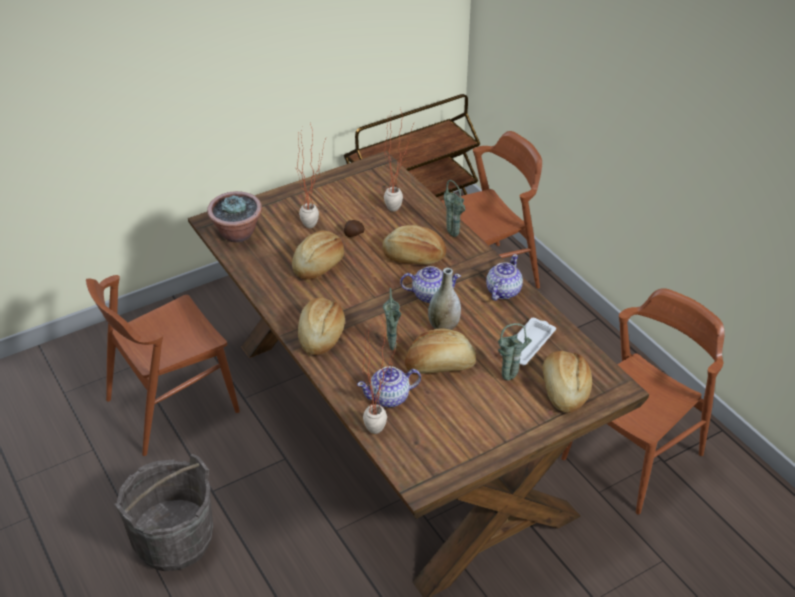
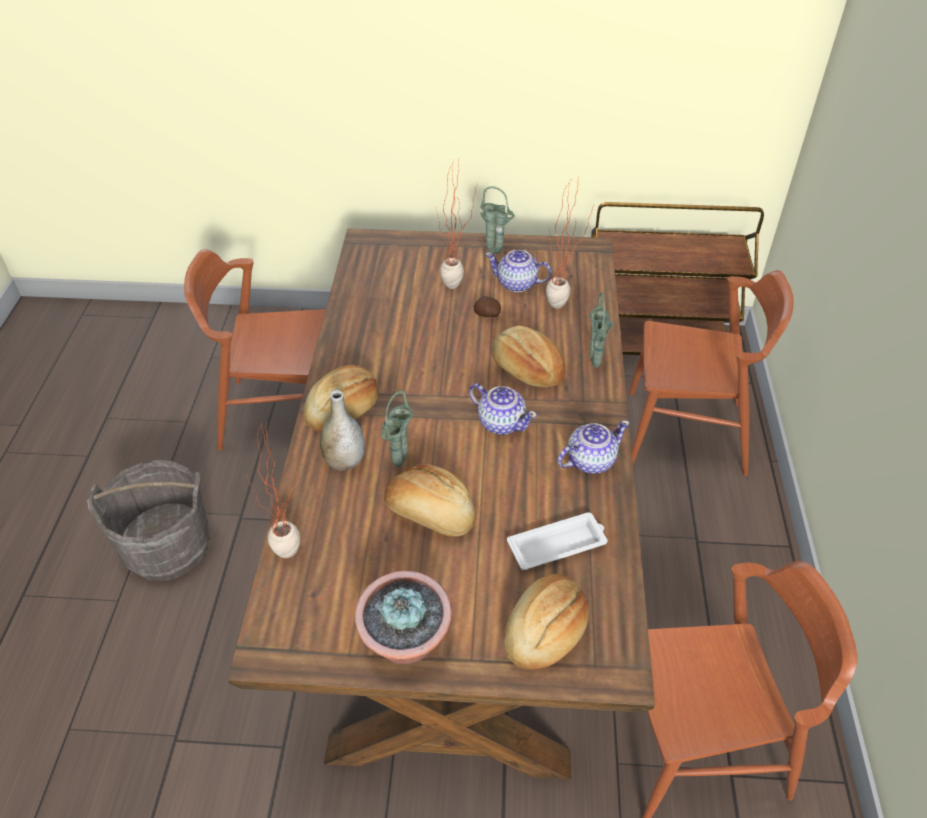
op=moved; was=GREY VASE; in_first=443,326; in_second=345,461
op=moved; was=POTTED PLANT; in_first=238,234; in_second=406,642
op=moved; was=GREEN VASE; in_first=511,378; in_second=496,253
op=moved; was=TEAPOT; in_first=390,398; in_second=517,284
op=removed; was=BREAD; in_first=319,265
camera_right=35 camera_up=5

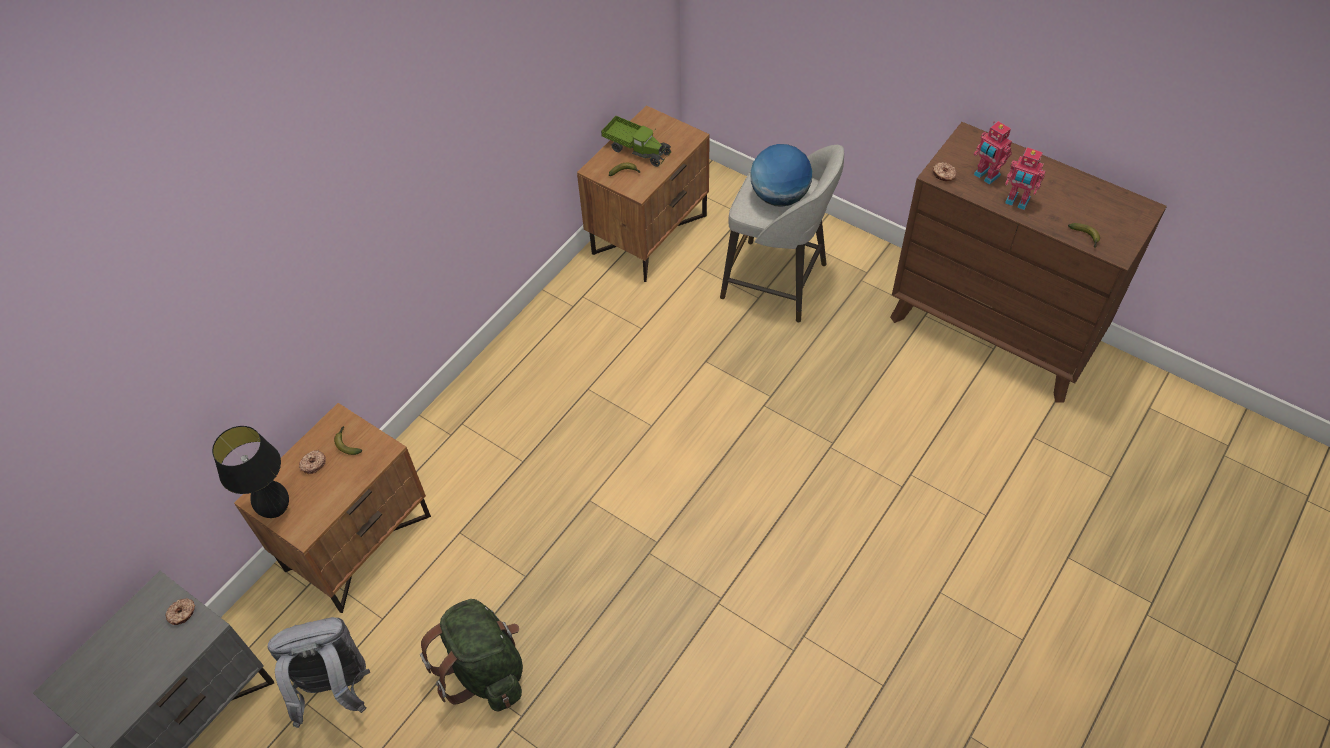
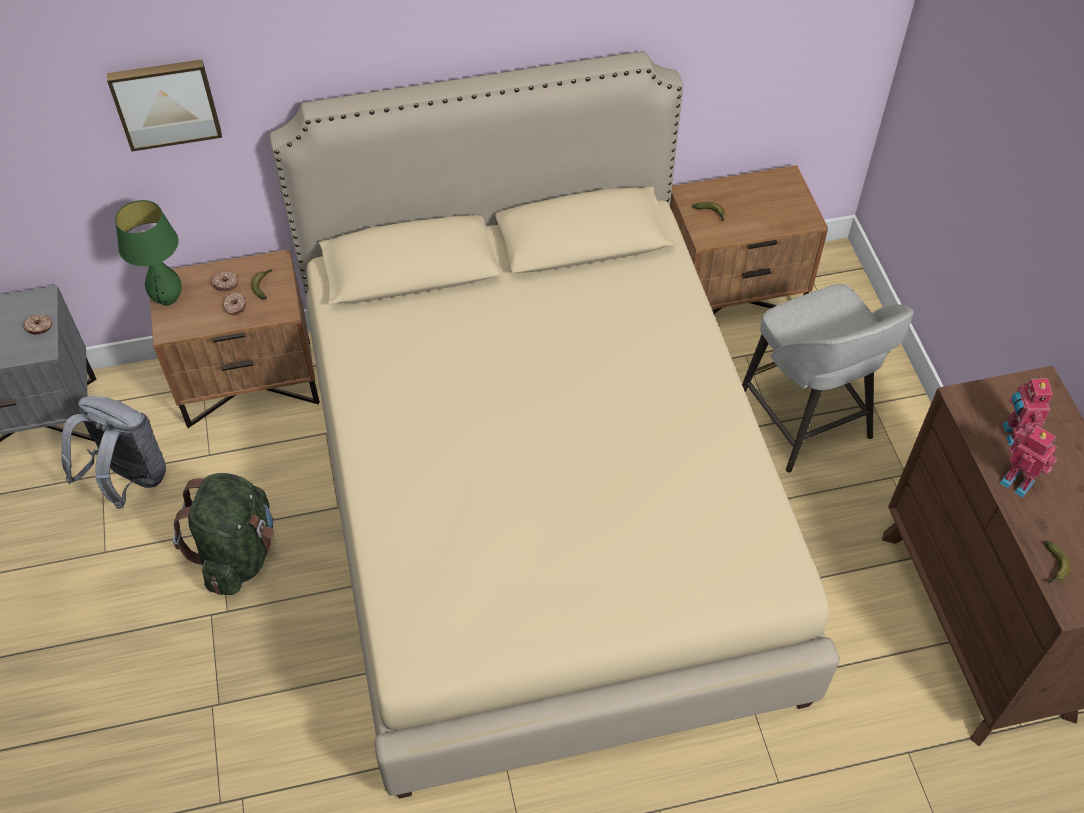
op=added; now=PICTURE; in_second=165,102
op=recoloured; was=BLACK TABLE LAMP; now=GREEN TABLE LAMP; in_first=276,510; in_second=168,299
op=moved; was=DONUT; in_first=943,175; in_second=235,306
op=added; now=BEIGE BED; in_second=541,505
op=turned; was=TOY ROBOT; in_first=1017,202; in_second=1018,481; clockwise=150
op=removed; was=TOY TRUCK; in_first=637,149
op=removed; was=GLOBE; in_first=779,197
camera_right=40 camera_up=0

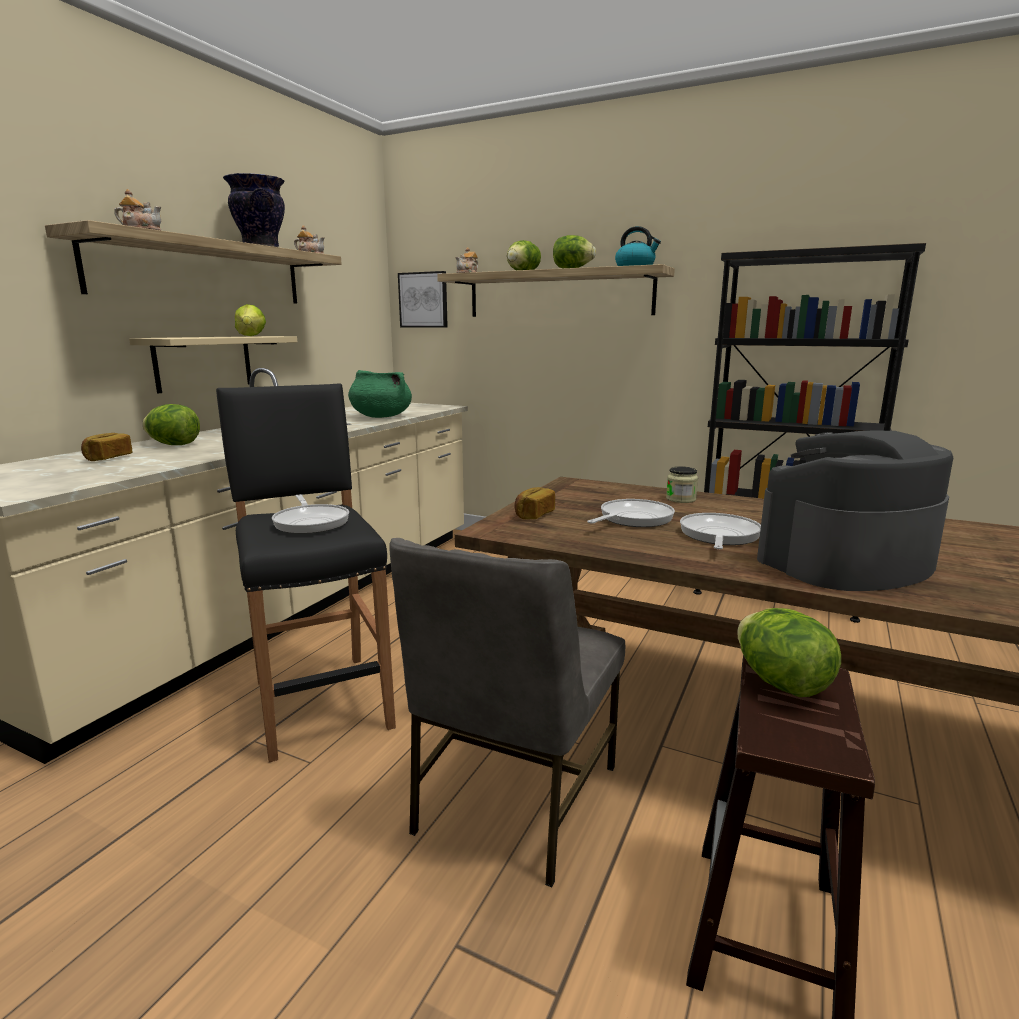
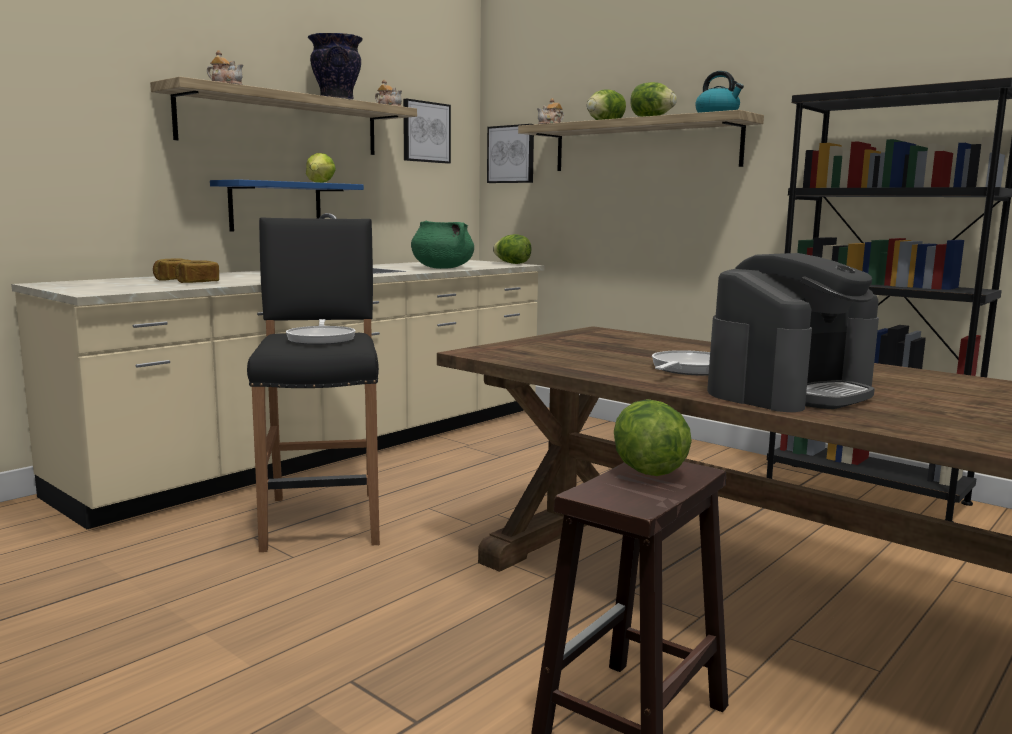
op=moved; was=BREAD; in_first=533,515; in_second=198,282
op=recoloured; was=BEIGE SHELF; now=BLUE SHELF; in_first=204,363; in_second=276,206
op=added; now=PICTURE; in_second=425,132
op=moved; was=LETTUCE; in_first=174,445; in_second=512,263
op=turned; was=COFFEE MACHINE; in_first=844,562; in_second=789,391; clockwise=150
op=removed; was=GREY CHAIR; in_first=512,799
op=removed; was=FRYING PAN; in_first=633,519
op=removed; was=JAR; in_first=681,499
camera_right=15 camera_up=-5

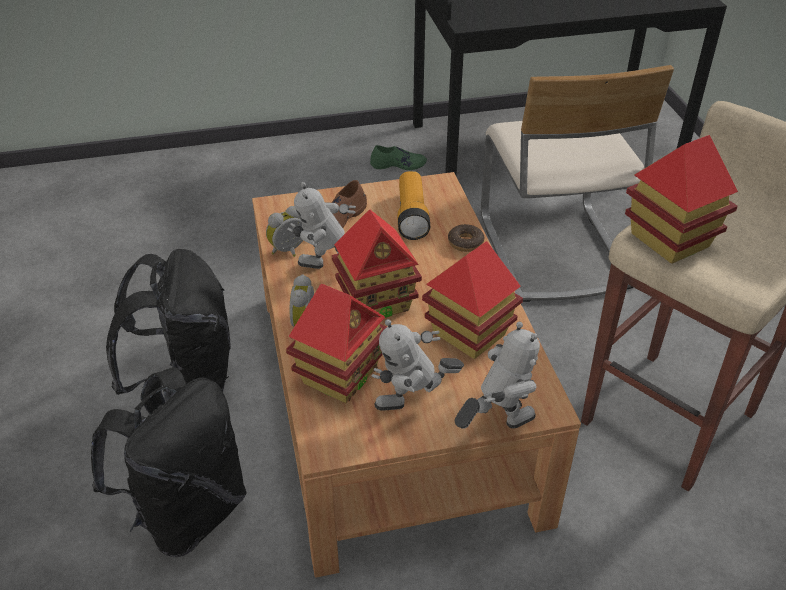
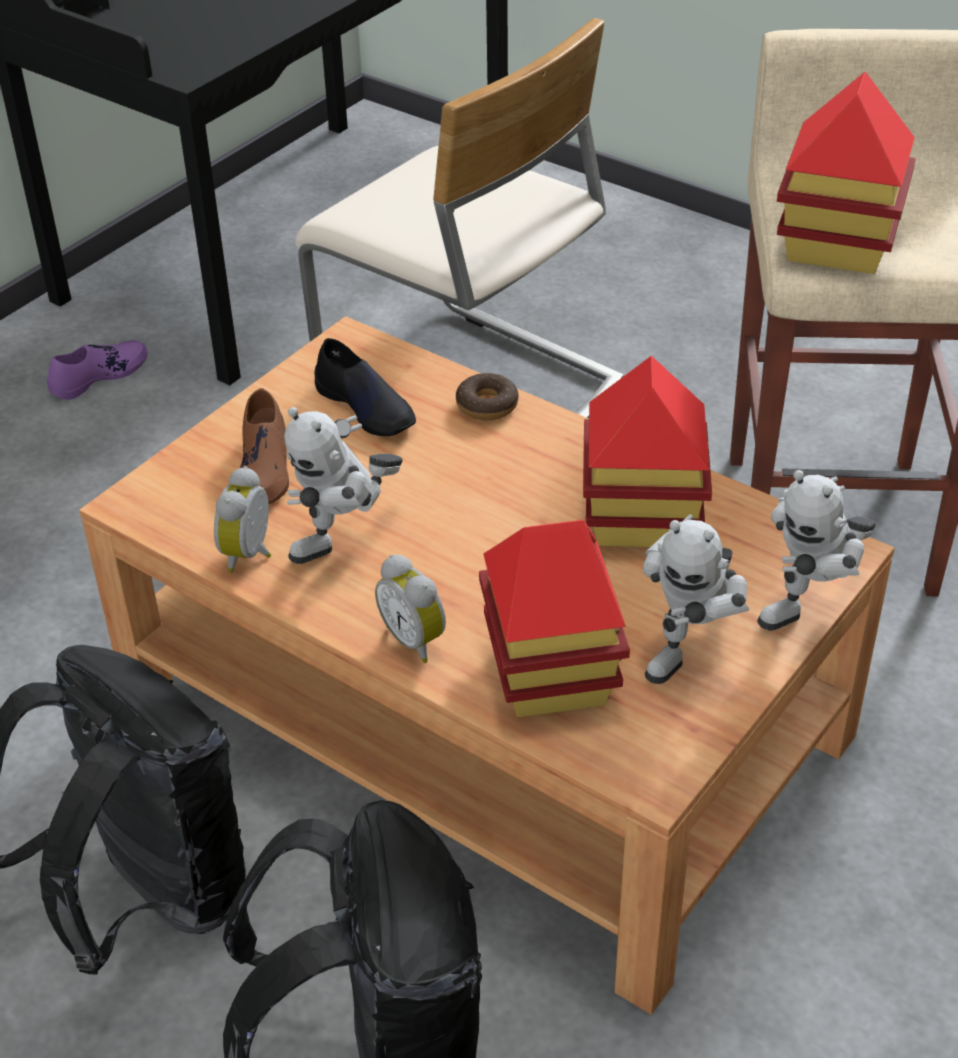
op=recoloured; was=GREEN SHOE; now=PURPLE SHOE; in_first=398,164; in_second=99,376
op=replaced; was=FLASHLIGHT; now=BLACK SHOE; in_first=412,216; in_second=366,407
op=turned; was=TOY ROBOT; in_first=496,425; in_second=812,610; clockwise=-150
op=removed; was=TOY HOUSE; in_first=376,302
camera_right=-40 camera_up=0

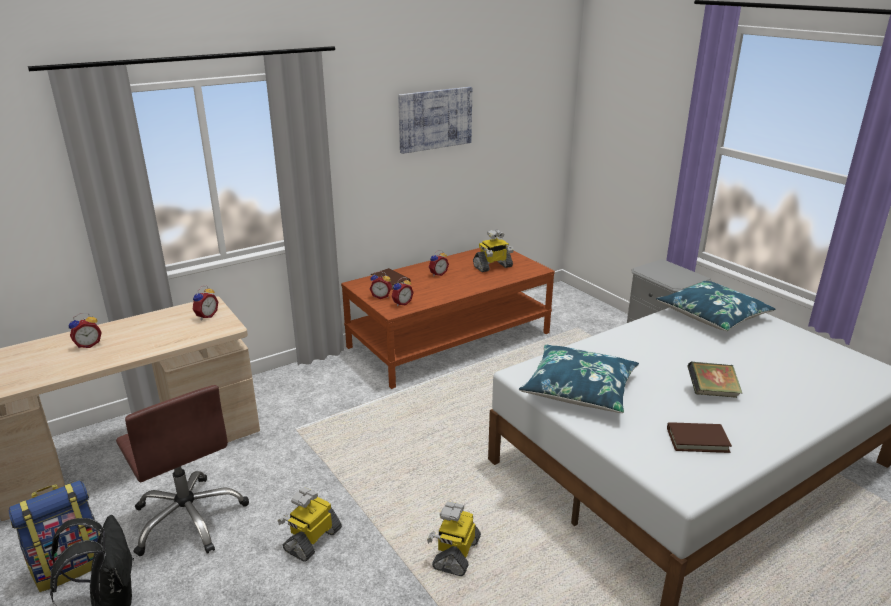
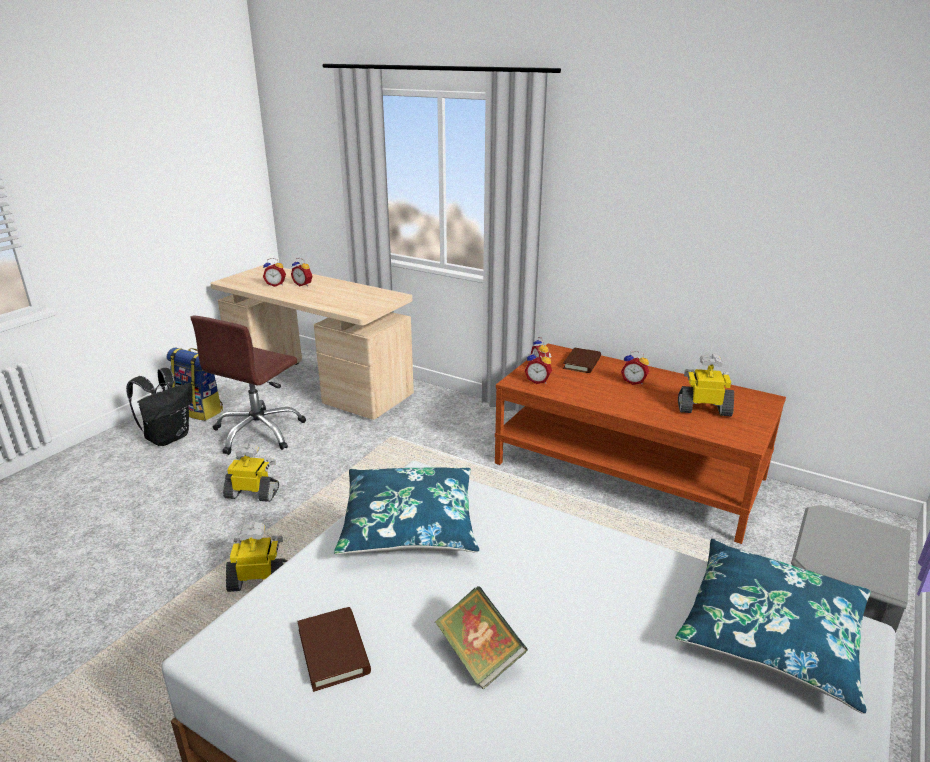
op=moved; was=ALARM CLOCK; in_first=206,316; in_second=276,285
op=turned; was=TOY ROBOT; in_first=493,267; in_second=704,409; clockwise=150
op=removed; was=PICTURE; in_first=435,119
camera_right=65 camera_up=0

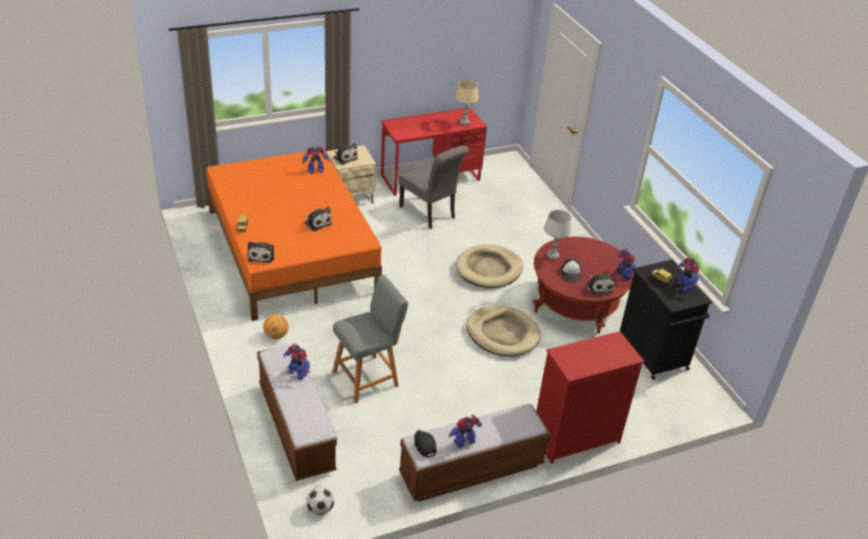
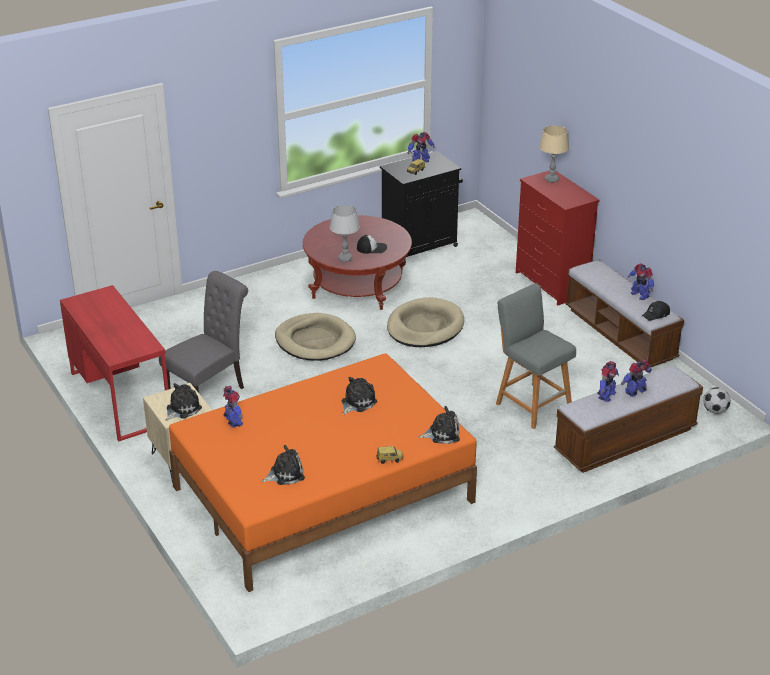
op=moved; was=PLUSH TOY; in_first=599,287; in_second=285,474
op=moved; was=BEIGE TABLE LAMP; in_first=464,123; in_second=551,179
op=moved; was=TOY ROBOT; in_first=623,275; in_second=636,392
op=removed; was=BASKETBALL; in_first=276,335
camera_right=-95 camera_up=-5

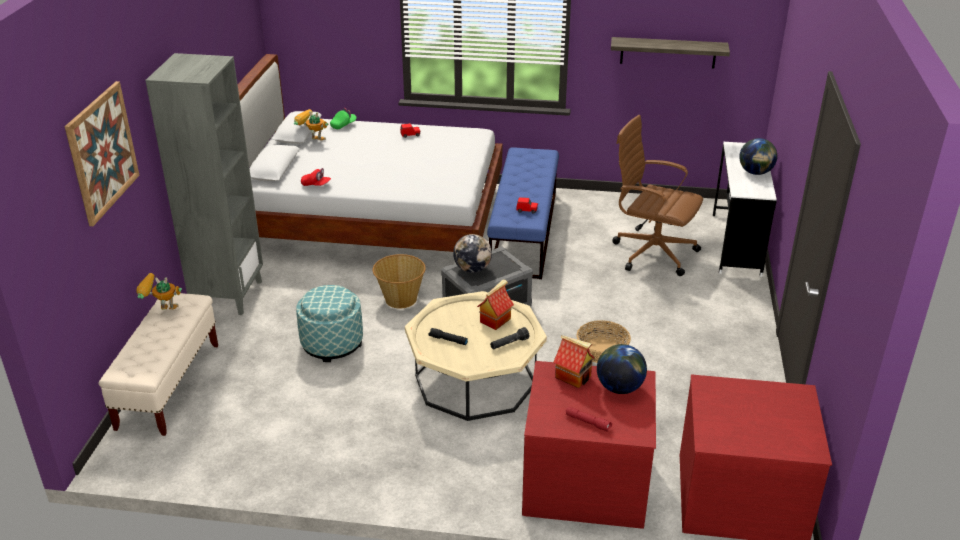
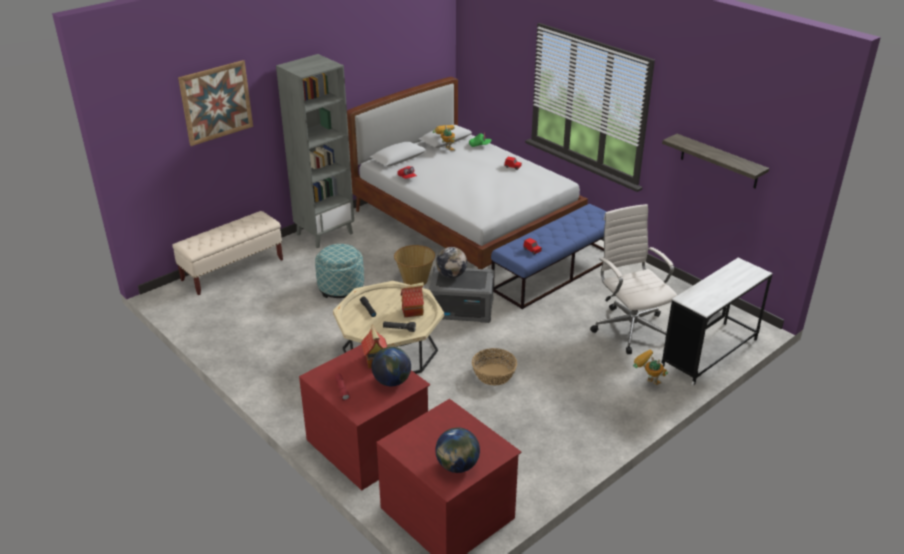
op=moved; was=GLOBE; in_first=755,172; in_second=457,466
op=recoloured; was=BROWN OFFICE CHAIR; now=WHITE OFFICE CHAIR; in_first=651,252; in_second=630,328
op=moved; was=TOY ROBOT; in_first=161,311; in_second=647,382
camera_right=40 camera_up=0

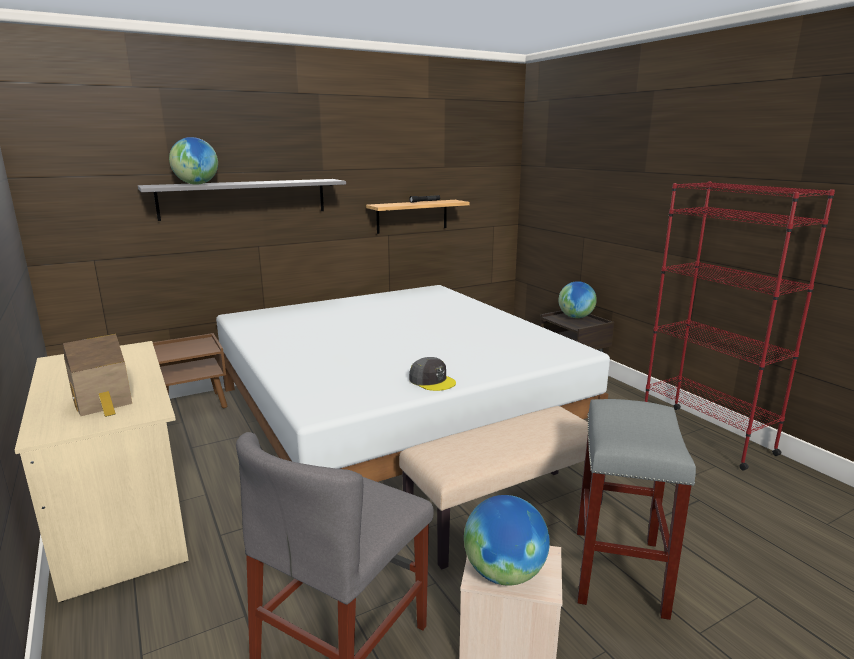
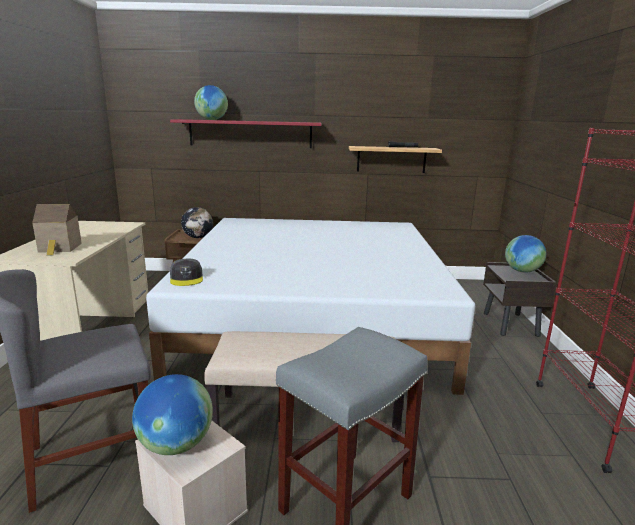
op=recoloured; was=GREY SHELF; now=RED SHELF; in_first=244,198; in_second=250,134
op=moved; was=GREY CAP; in_first=432,381; in_second=186,278
op=added; now=GLOBE; in_second=198,237
camera_right=30 camera_up=0

